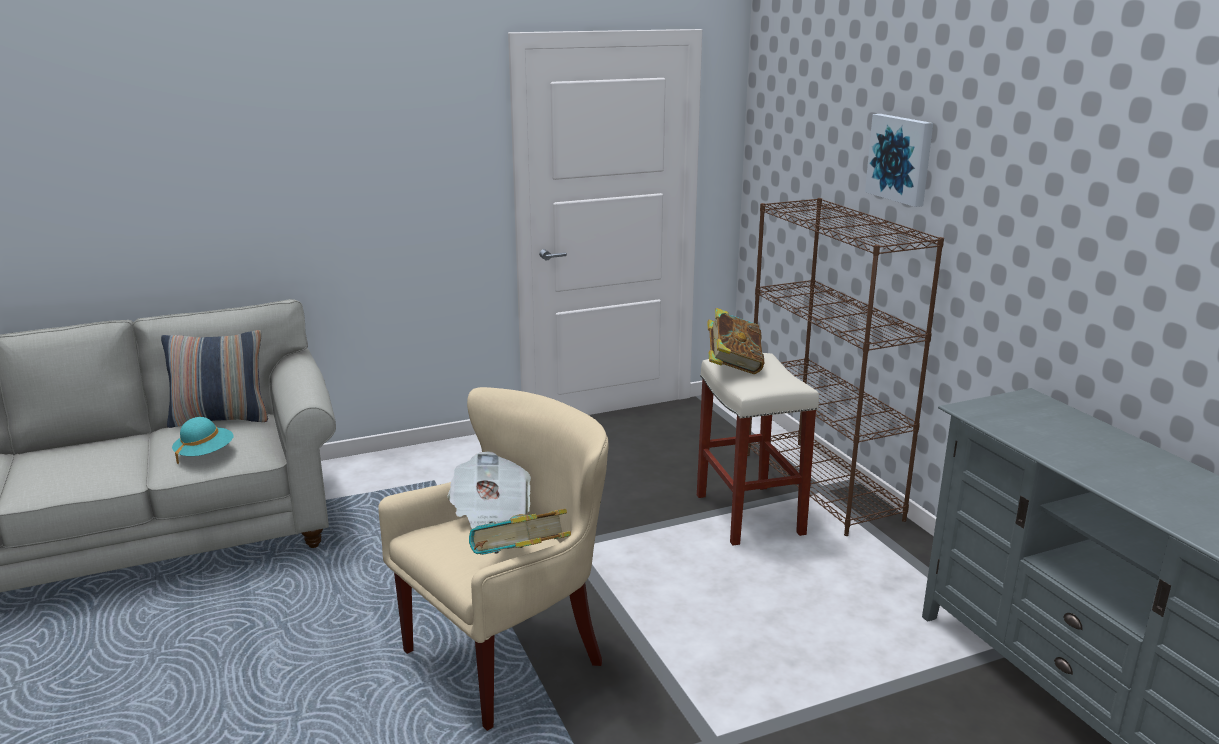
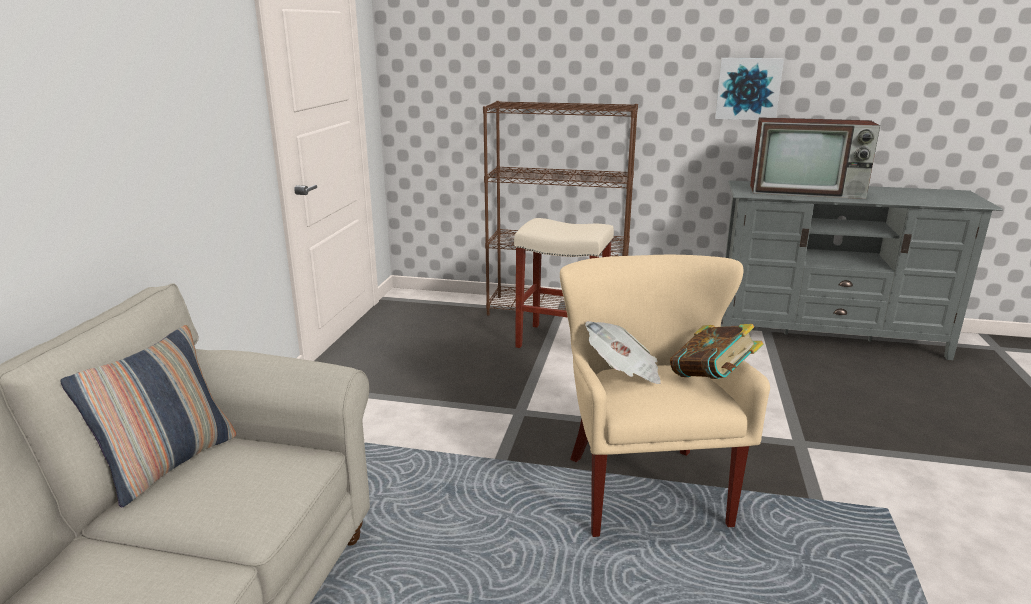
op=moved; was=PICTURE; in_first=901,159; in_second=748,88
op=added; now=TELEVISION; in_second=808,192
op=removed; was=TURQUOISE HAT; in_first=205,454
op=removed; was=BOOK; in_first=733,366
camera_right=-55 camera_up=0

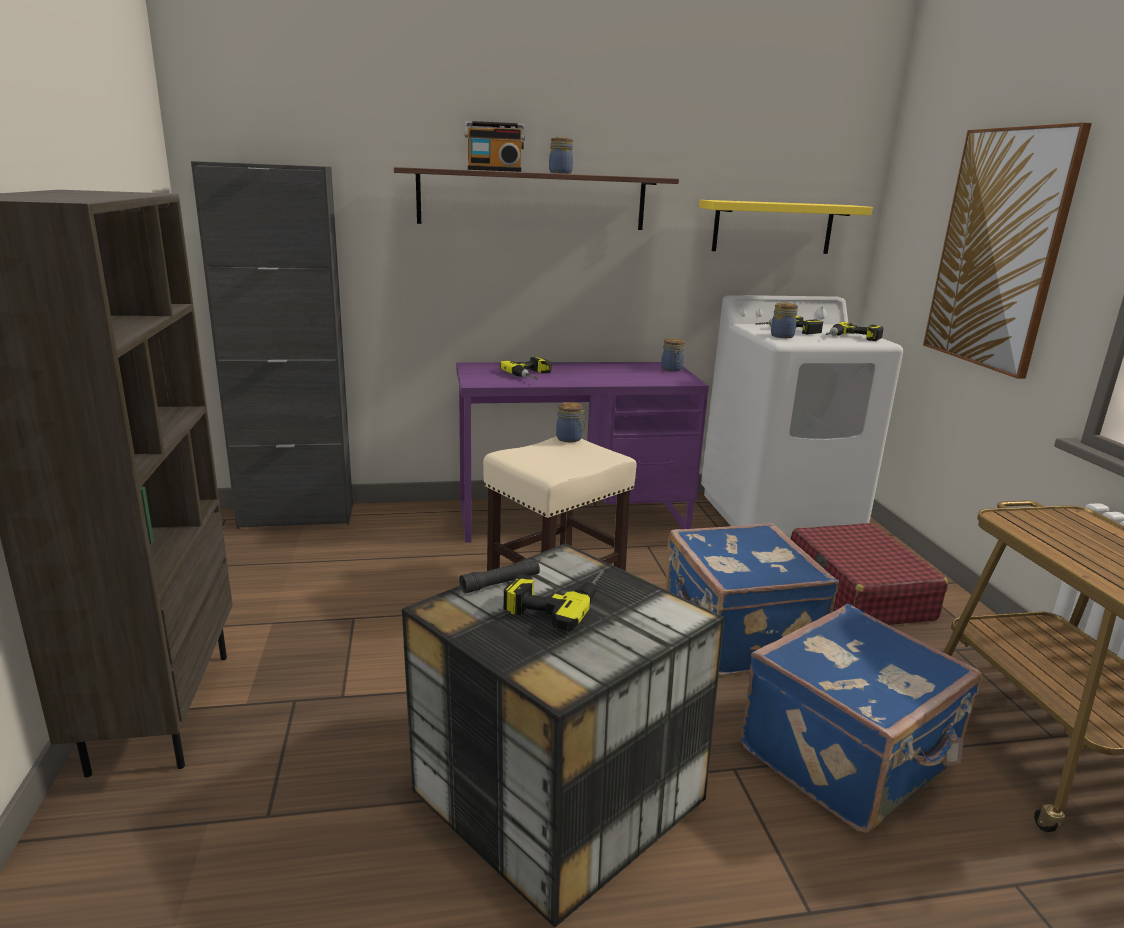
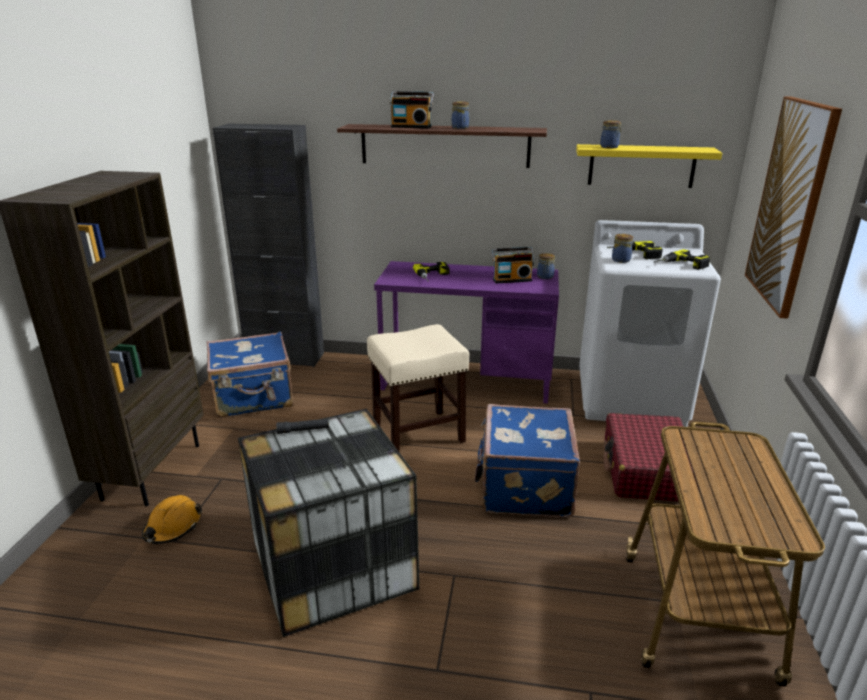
op=added; now=ORANGE HARD HAT; in_second=172,527
op=moved; was=BLUE SUITCASE; in_first=850,758; in_second=254,398
op=added; now=RADIO; in_second=512,280
op=moved; was=JAR; in_first=570,439; in_second=610,147
op=removed; was=POWER DRILL; in_first=556,598
camera_right=20 camera_up=5

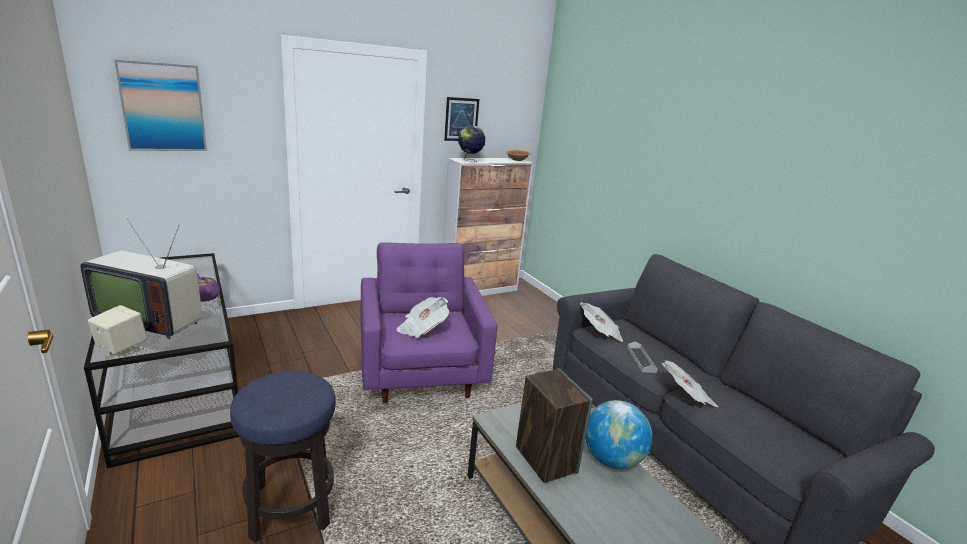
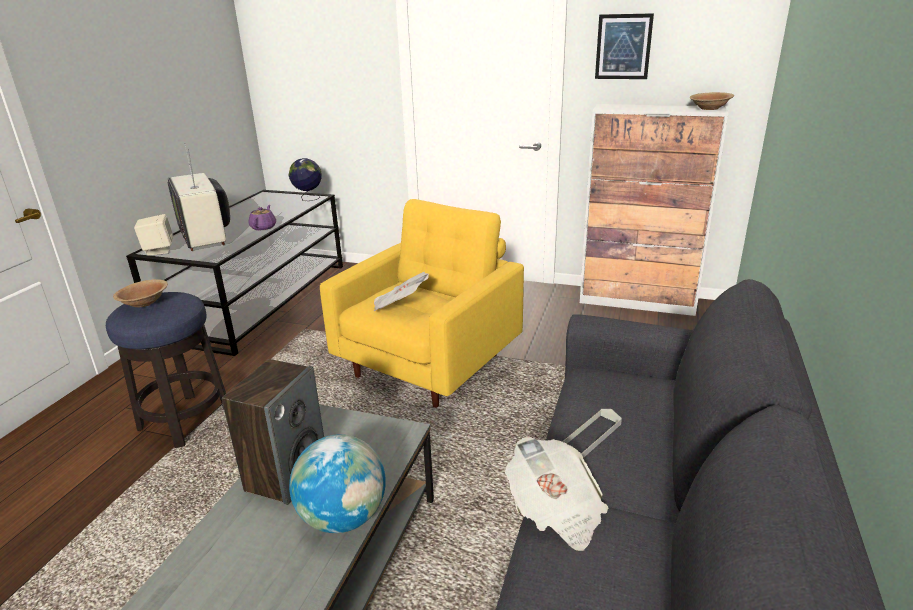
op=added; now=BROWN BOWL; in_second=144,303
op=moved; was=GLOBE; in_first=470,161; in_second=308,199
op=recoloured; was=PURPLE ARMCHAIR; now=YELLOW ARMCHAIR; in_first=421,373; in_second=430,365
op=removed; was=PICTURE; in_first=163,107
op=removed; was=NEWSPAPER; in_first=600,333
camera_right=50 camera_up=5

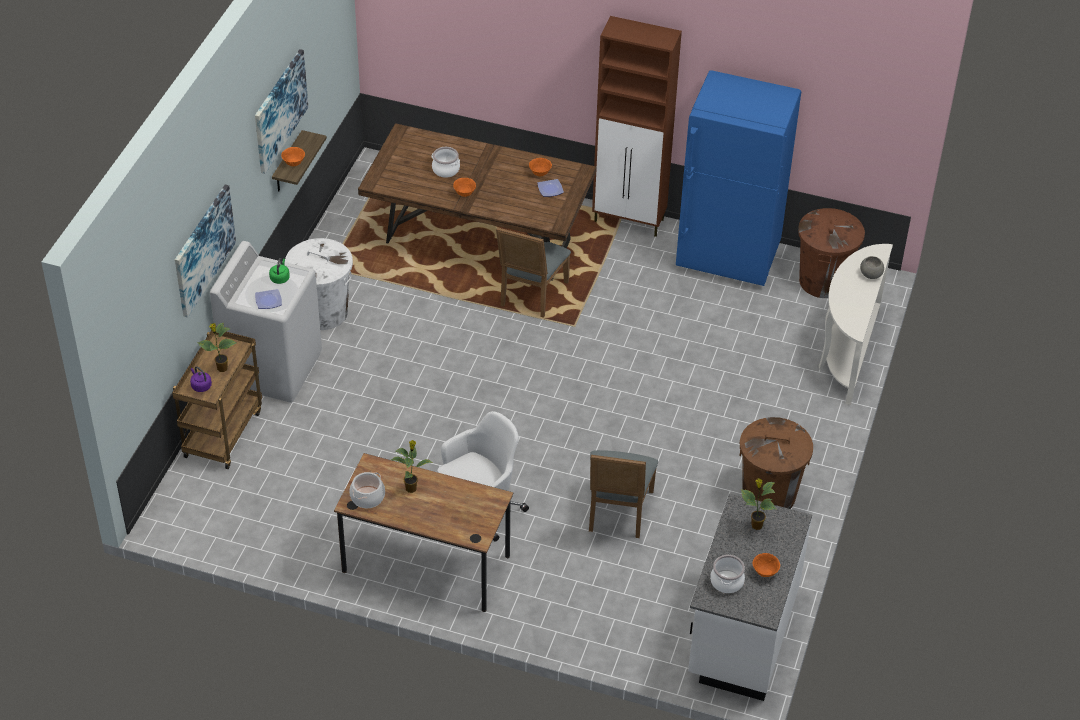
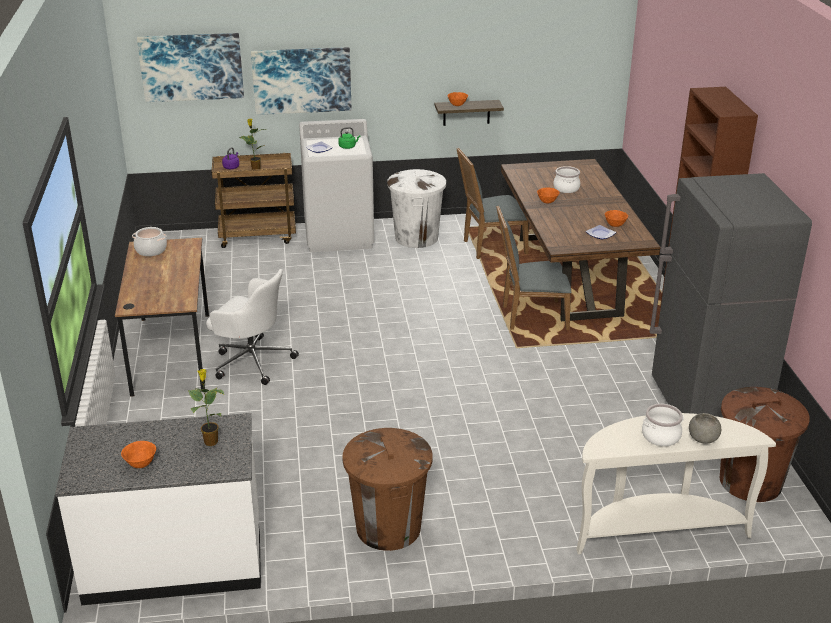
op=moved; was=PICTURE; in_first=279,110; in_second=191,67
op=moved; was=GREY CHAIR; in_first=617,514; in_second=491,246
op=moved; was=COOKING POT; in_first=727,582; in_second=661,436
op=recoloured; was=BLUE FRIDGE; now=GREY FRIDGE; in_first=728,259; in_second=706,409
op=removed; was=POTTED PLANT; in_first=411,488
camera_right=65 camera_up=-15

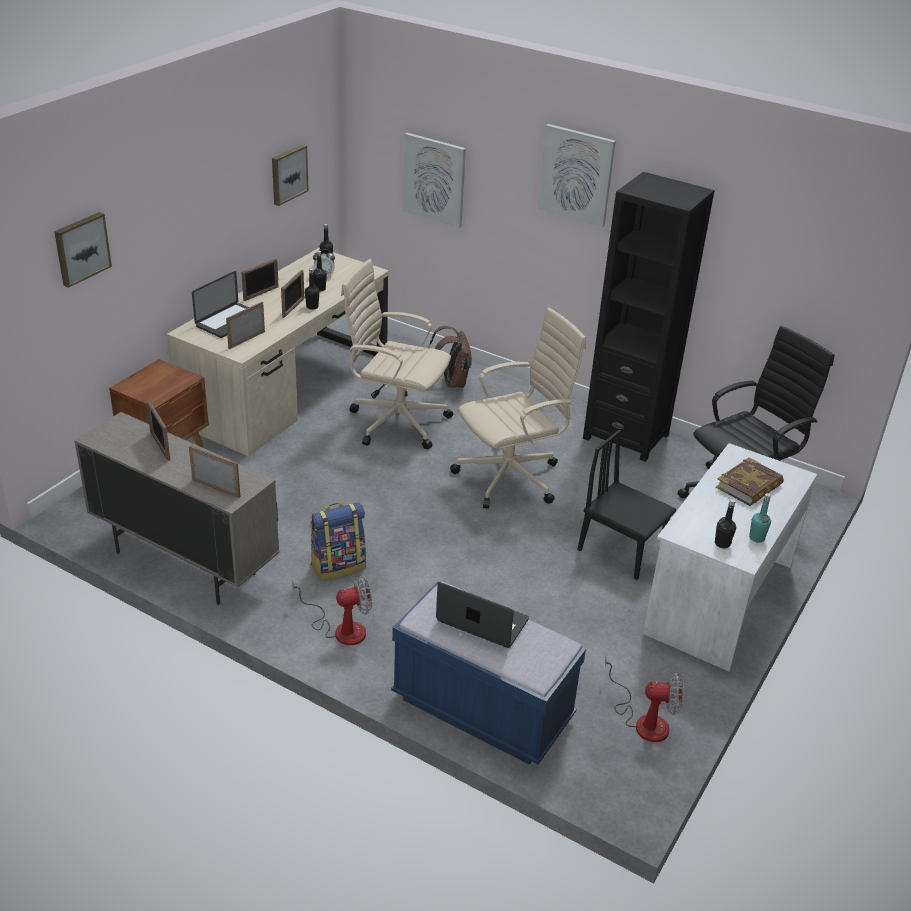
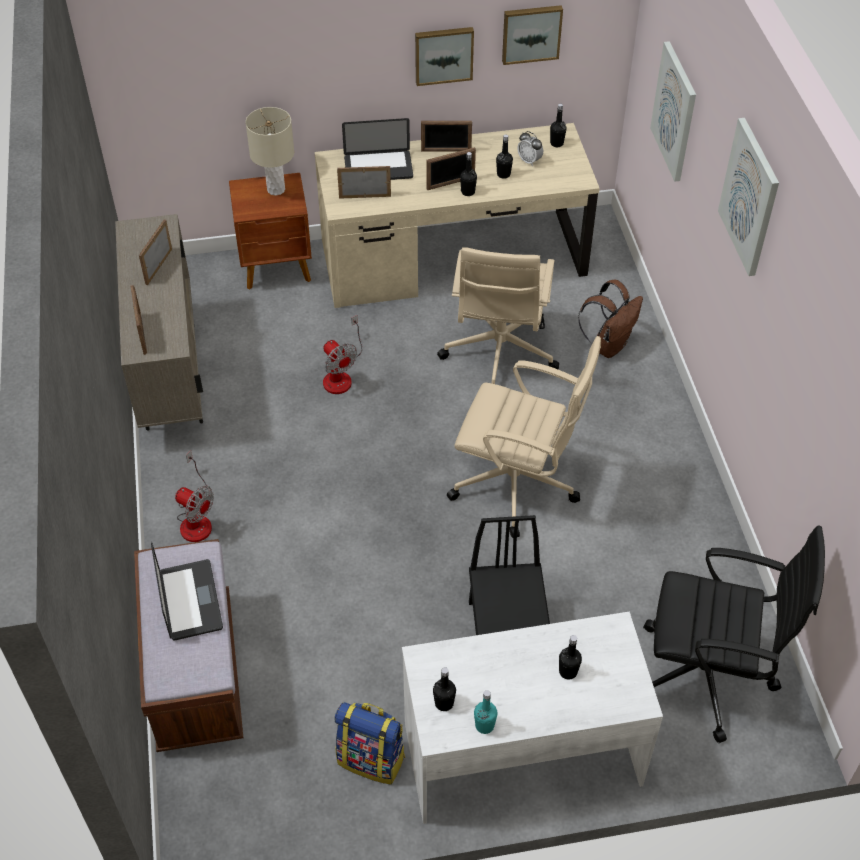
op=recoloured; was=BLUE BENCH; now=BROWN BENCH; in_first=482,709; in_second=195,672
op=added; now=BEIGE TABLE LAMP; in_second=276,189
op=moved; was=FAN; in_first=643,720; in_second=341,375
op=moved; was=BACKPACK; in_first=338,566; in_second=372,759
op=moved; was=PICTURE; in_first=81,248; in_second=443,54
op=turned; was=BEIGE OFFICE CHAIR; in_first=396,421; in_second=498,353; clockwise=-150
op=replaced; was=BOOK; now=BLACK BOTTLE; in_first=749,486; in_second=568,671
op=removed; was=BLACK BOOKCASE; in_first=626,436
camera_right=50 camera_up=15

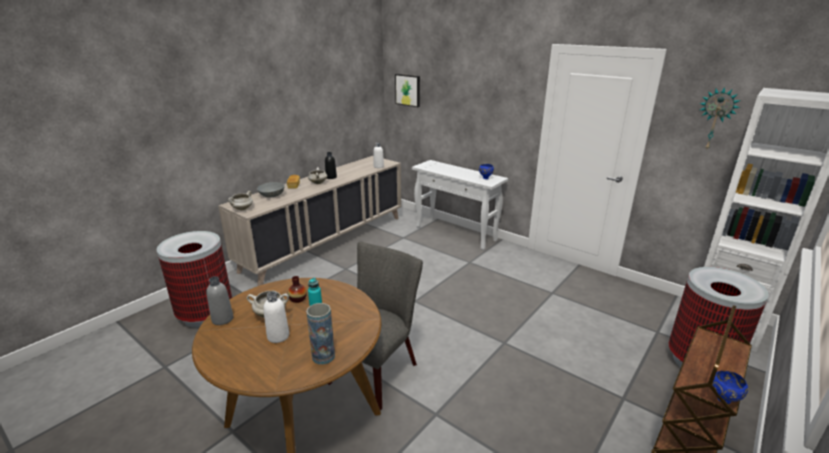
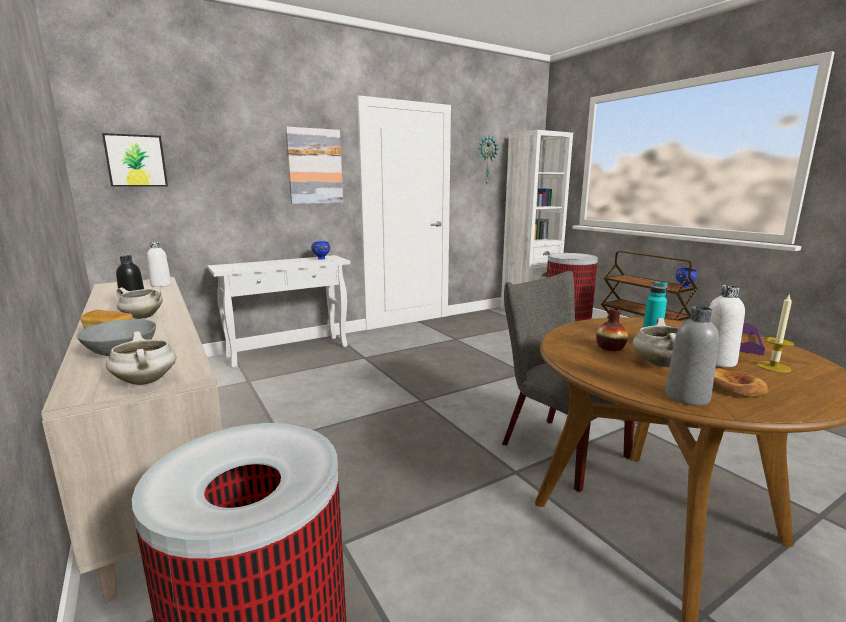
op=added; now=PICTURE; in_second=314,166
op=added; now=BREAD; in_second=734,387
op=replaced; was=VASE; now=PURPLE TRAY; in_first=323,356; in_second=747,342
op=added; now=CANDLE; in_second=773,367
camera_right=-70 camera_up=-10

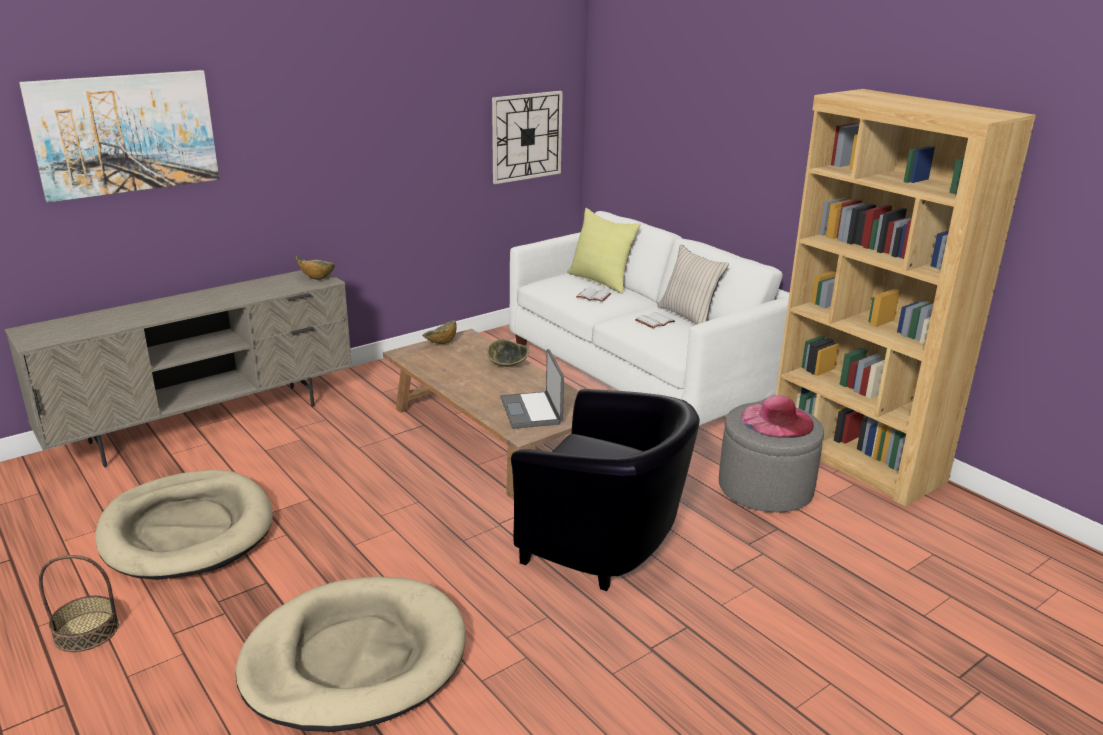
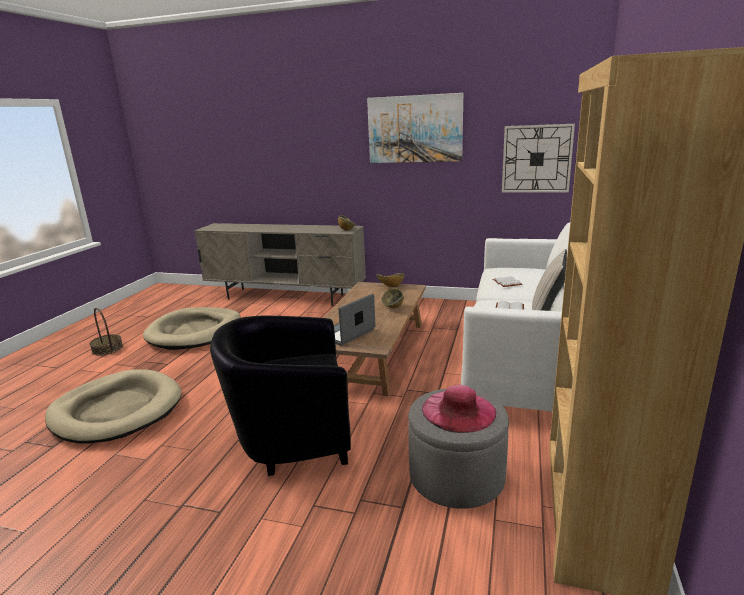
op=turned; was=BLACK ARMCHAIR; in_first=606,545; in_second=291,438; clockwise=90
op=moved; was=PICTURE; in_first=125,134; in_second=415,129
op=removed; was=YELLOW PILLOW; in_first=601,281
camera_right=55 camera_up=-5

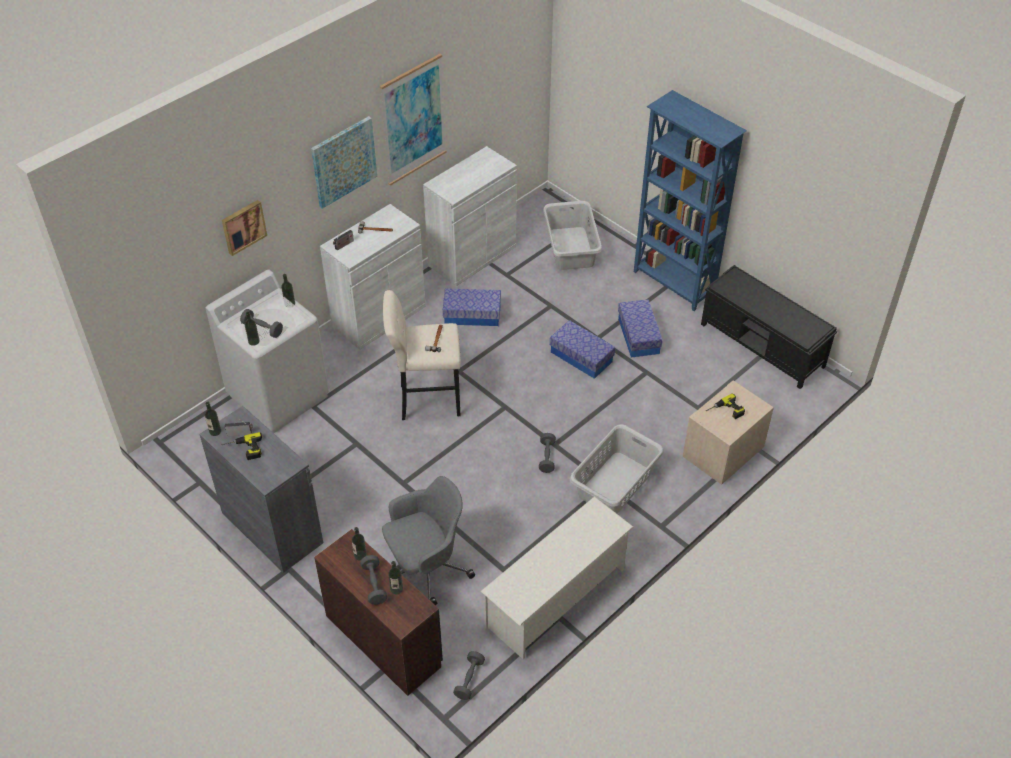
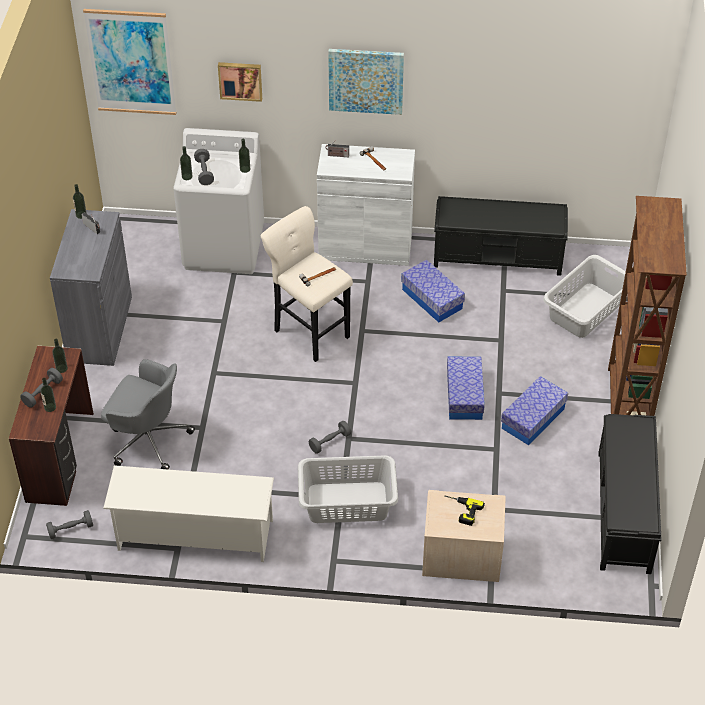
op=moved; was=PICTURE; in_first=413,120; in_second=131,62
op=replaced; was=WHITE CABINET; now=BLACK BENCH; in_first=472,256; in_second=498,256
op=recoloured; was=BLUE BOOKCASE; now=BROWN BOOKCASE; in_first=674,284; in_second=626,404
op=removed; was=POWER DRILL; in_first=243,450
camera_right=50 camera_up=0

